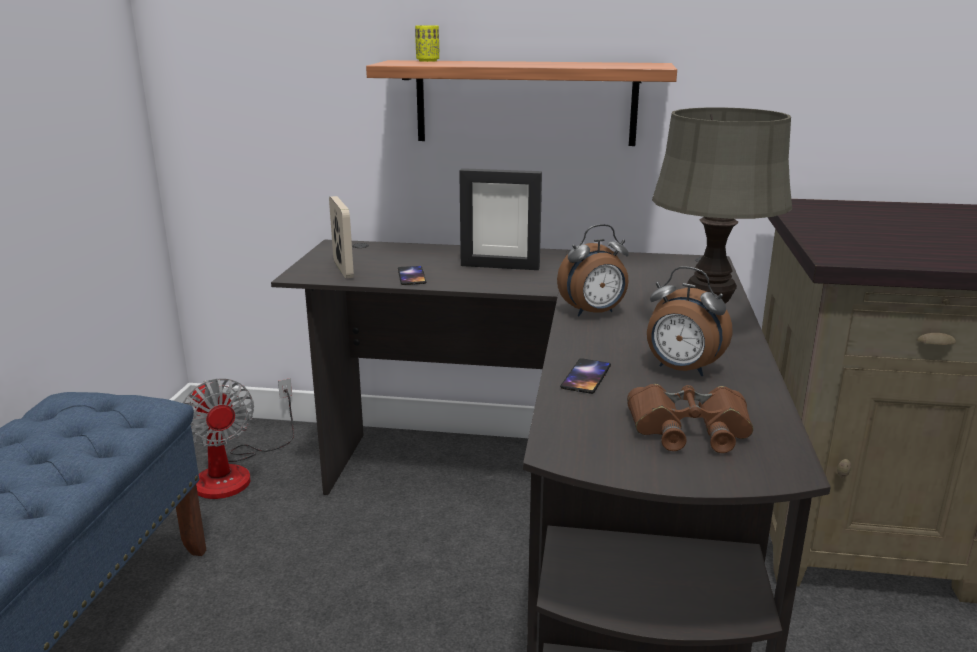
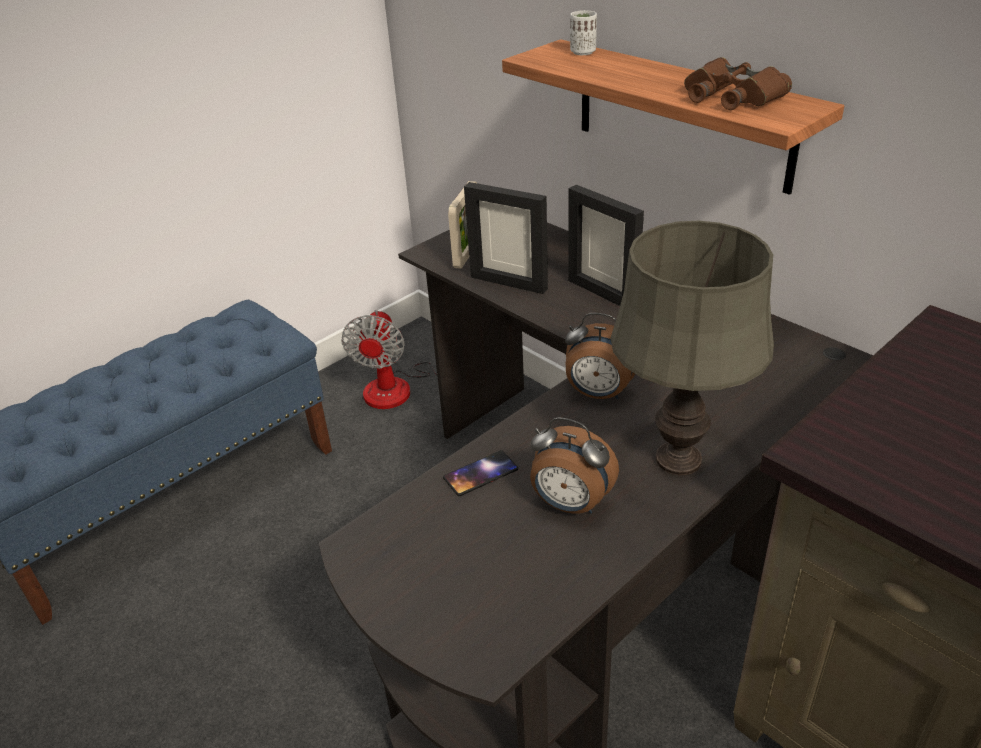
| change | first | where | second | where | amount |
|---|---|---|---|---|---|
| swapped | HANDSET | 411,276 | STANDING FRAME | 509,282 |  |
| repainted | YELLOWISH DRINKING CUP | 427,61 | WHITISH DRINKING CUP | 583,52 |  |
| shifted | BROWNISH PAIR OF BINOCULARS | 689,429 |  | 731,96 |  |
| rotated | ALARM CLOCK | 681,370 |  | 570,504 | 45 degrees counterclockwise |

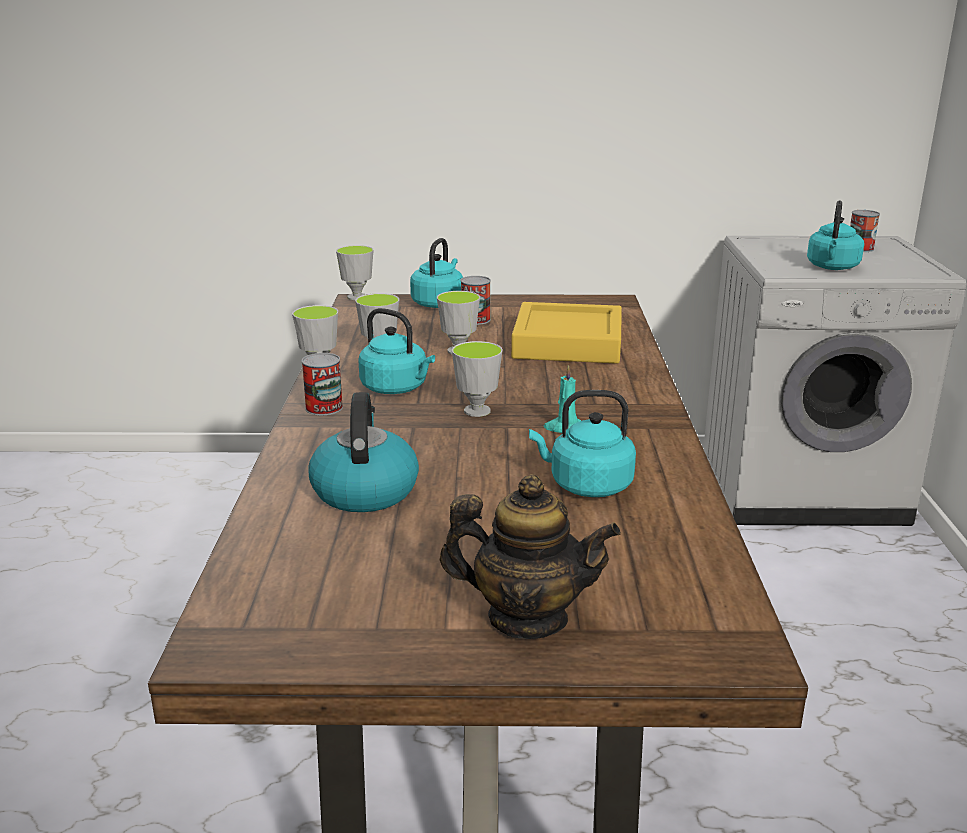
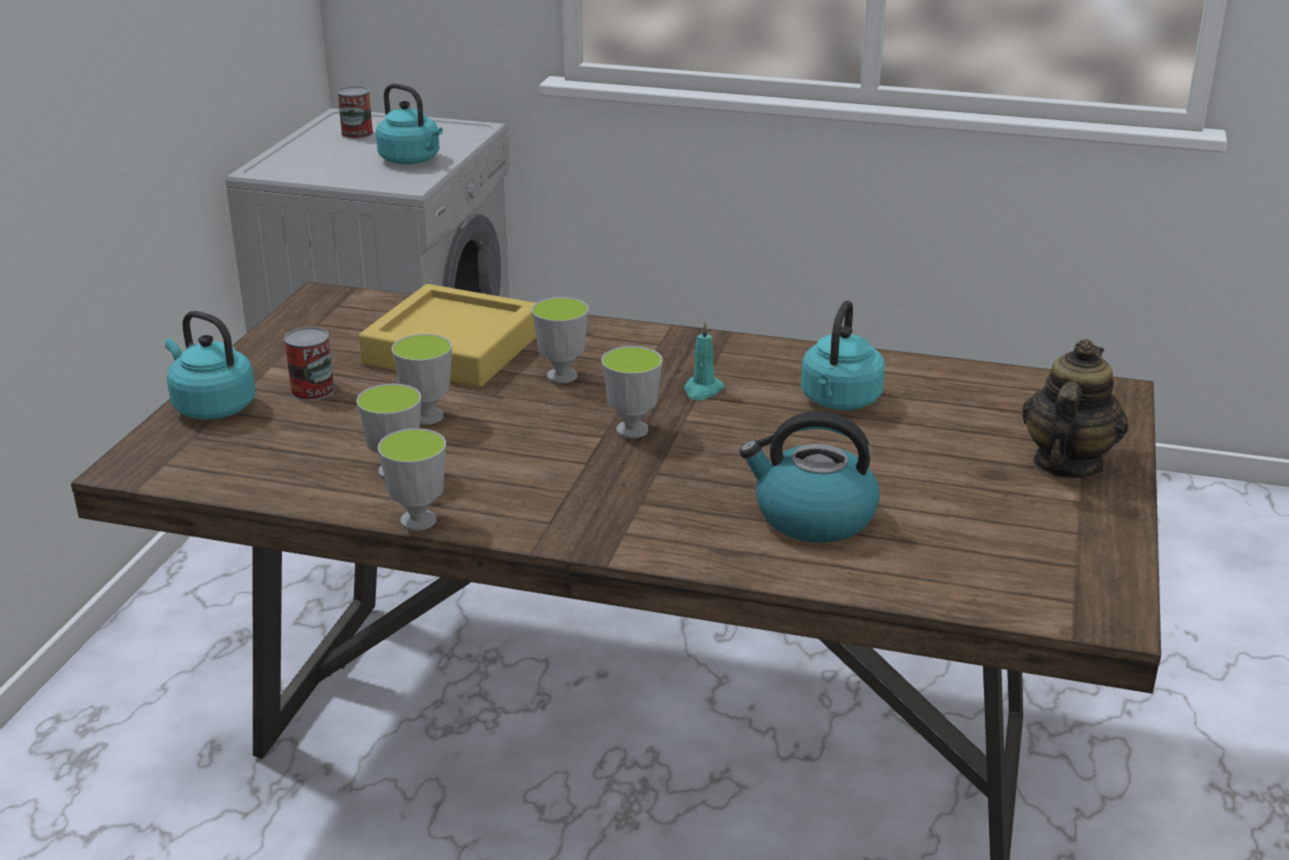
| change | first | where | second | where | amount |
|---|---|---|---|---|---|
| gone | CAN | 324,407 |  |  |  |
| shifted | DRINKING CUP | 357,297 |  | 562,376 |  |
| gone | TURQUOISE-COLOURED KETTLE | 397,388 |  |  |  |

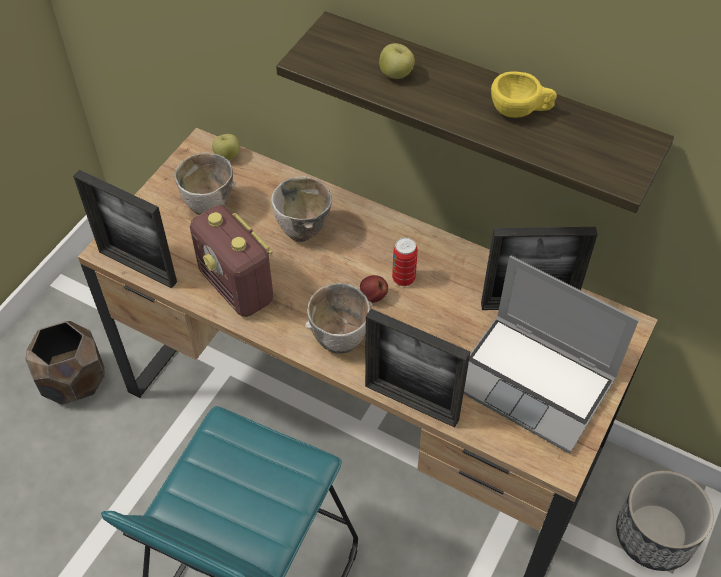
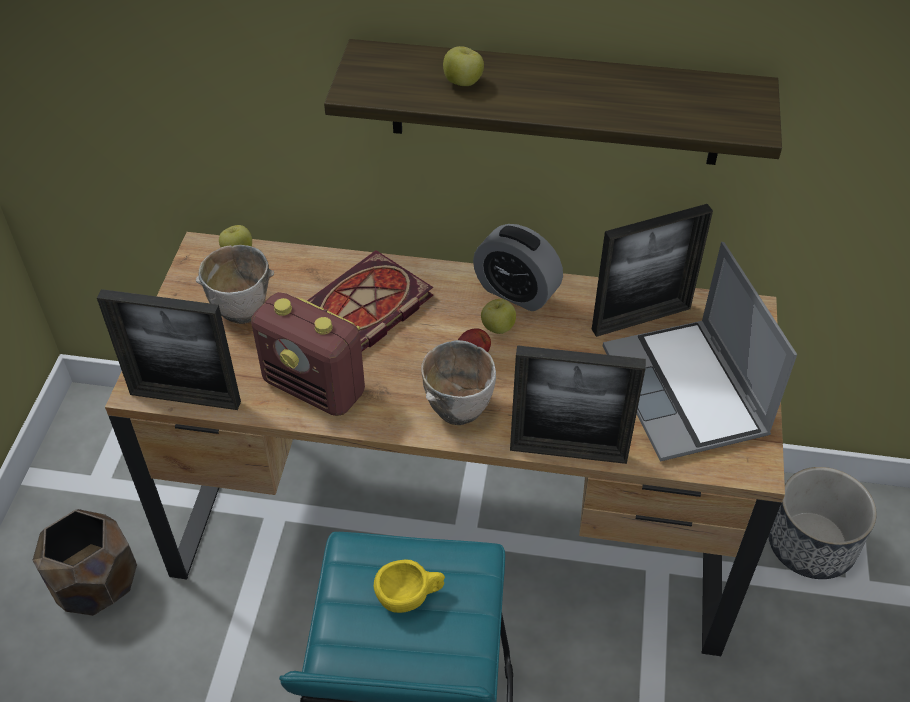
| change | first | where | second | where | amount |
|---|---|---|---|---|---|
| swapped | BOWL | 303,233 | BOOK | 364,310 |  |
| swapped | CAN | 403,278 | WHOLE APPLE | 497,327 |  |
| rotated | LAPTOP | 535,382 |  | 687,393 | 60 degrees clockwise |
| shifted | YELLOWISH DRINKING CUP | 520,111 |  | 410,597 |  |
| new |  |  | ALARM CLOCK | 516,292 |  |

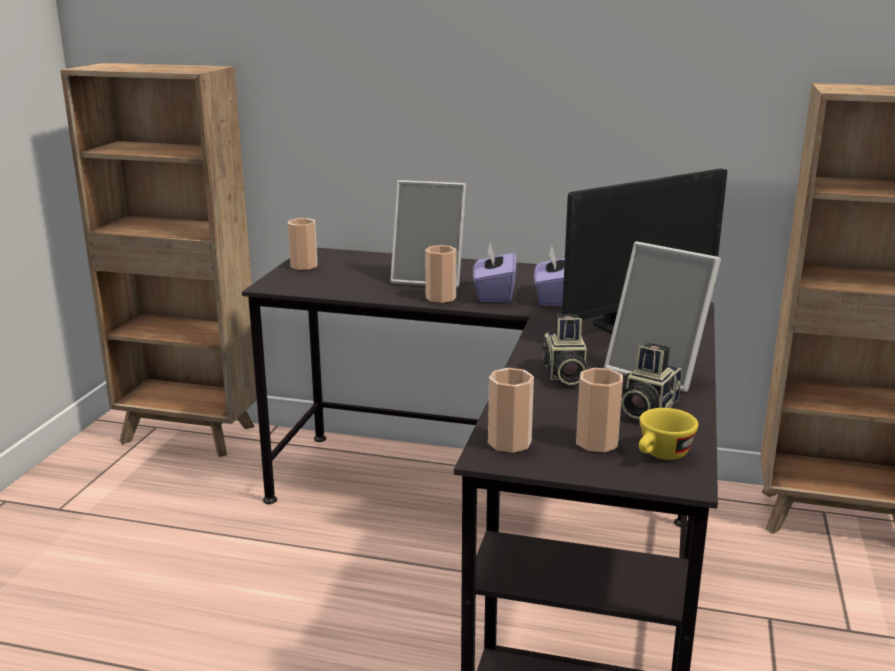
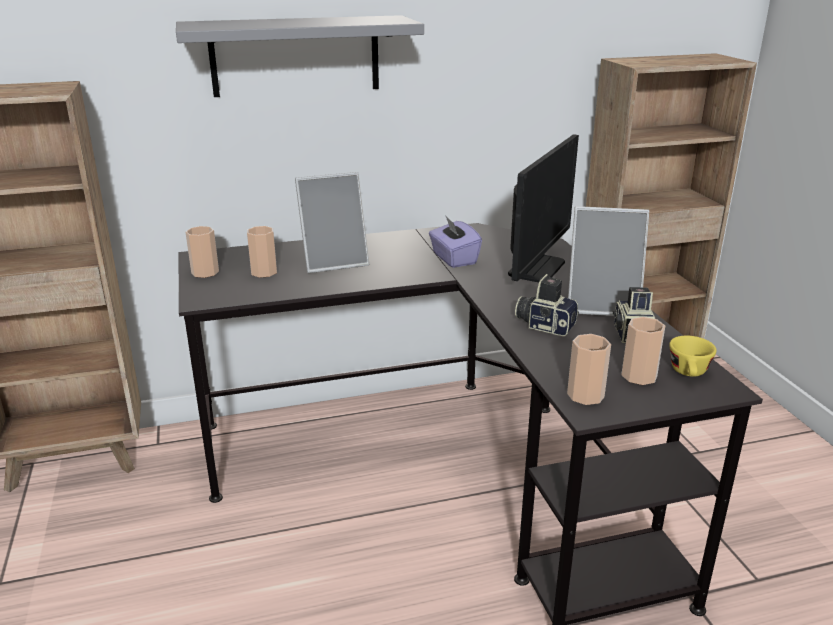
| change | first | where | second | where | amount |
|---|---|---|---|---|---|
| shifted | DRINKING CUP | 440,298 |  | 264,272 |  |
| gone | PURPLE BOX OF TISSUES | 494,294 |  |  |  |
| rotated | STILL CAMERA | 563,374 |  | 545,325 | 150 degrees clockwise |
| new |  |  | GREYISH BRACKET SHELF | 295,56 |  |

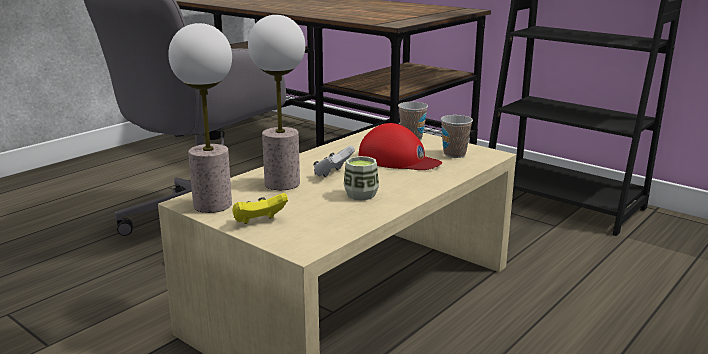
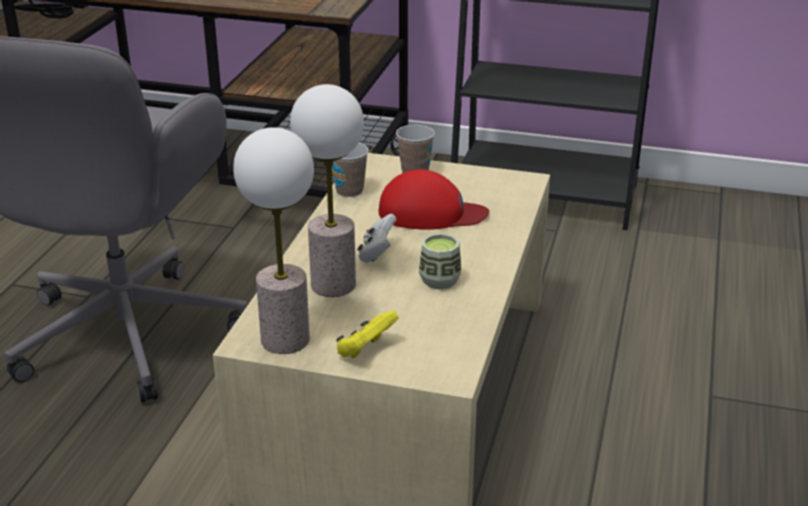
| change | first | where | second | where | amount |
|---|---|---|---|---|---|
| shifted | DRINKING CUP | 454,154 |  | 349,191 |  |

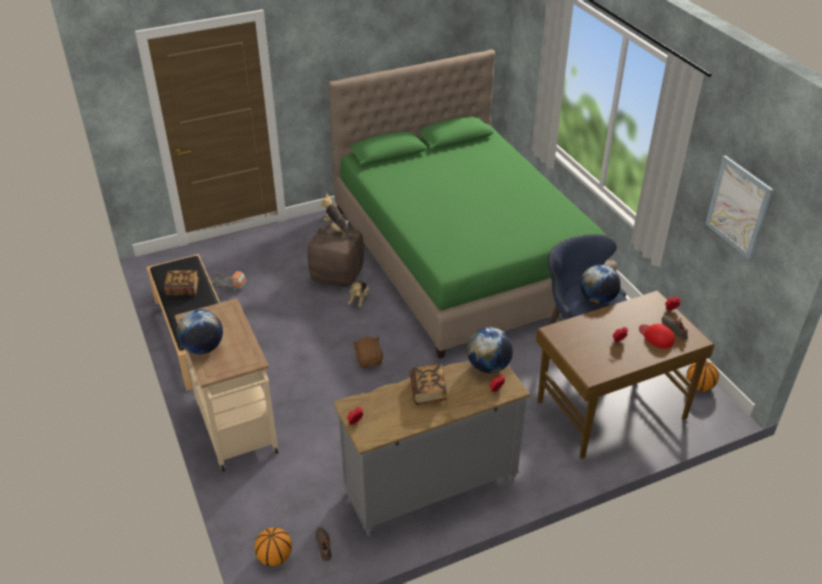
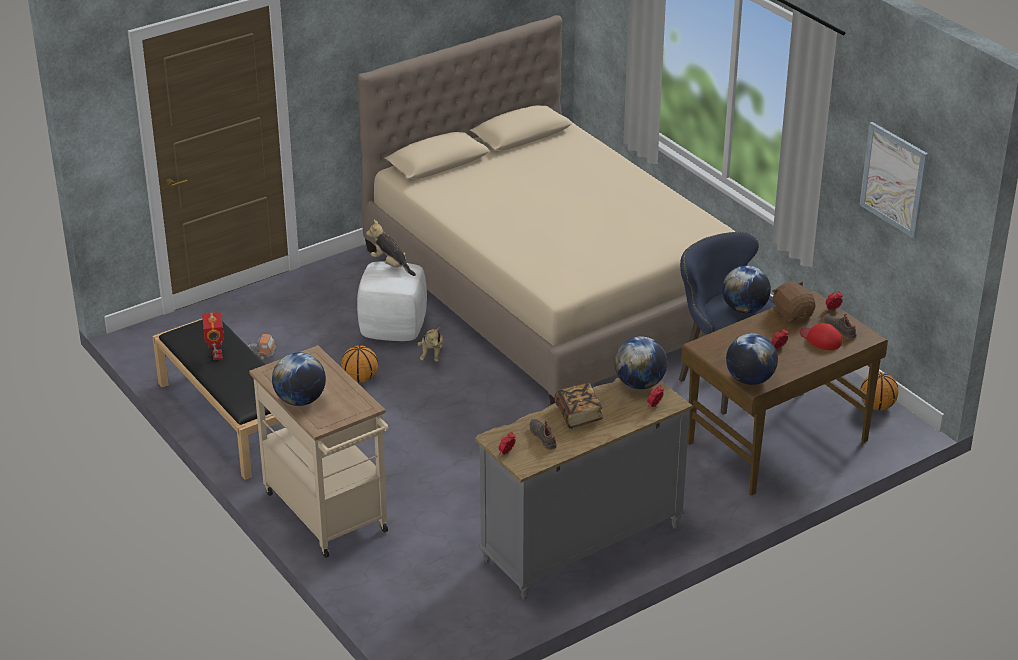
| change | first | where | second | where | amount |
|---|---|---|---|---|---|
| swapped | BOOK | 183,289 | ROBOT FIGURE | 216,355 |  |
| shifted | BALL FOR BASKETBALL | 274,557 |  | 359,378 |  |
| repainted | BROWNISH POUFFE | 337,275 | WHITISH POUFFE | 393,328 |  |
| shifted | BLACKISH SHOE | 324,545 |  | 544,437 |  |
| repainted | GREENISH SLEEPING BED | 463,255 | BEIGE-COLOURED SLEEPING BED | 552,287 |  |
| shifted | BROWNISH SOFT TOY | 369,360 |  | 792,314 |  |
| new |  |  | WORLD GLOBE | 750,380 |  |

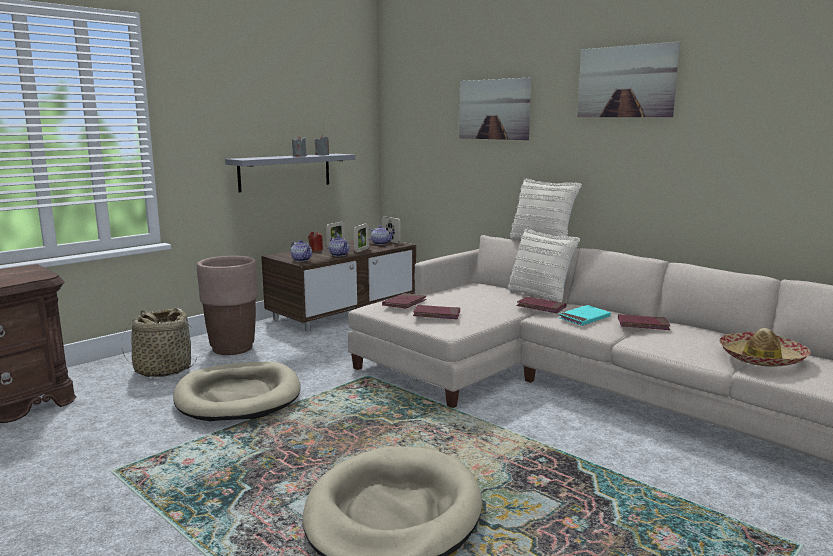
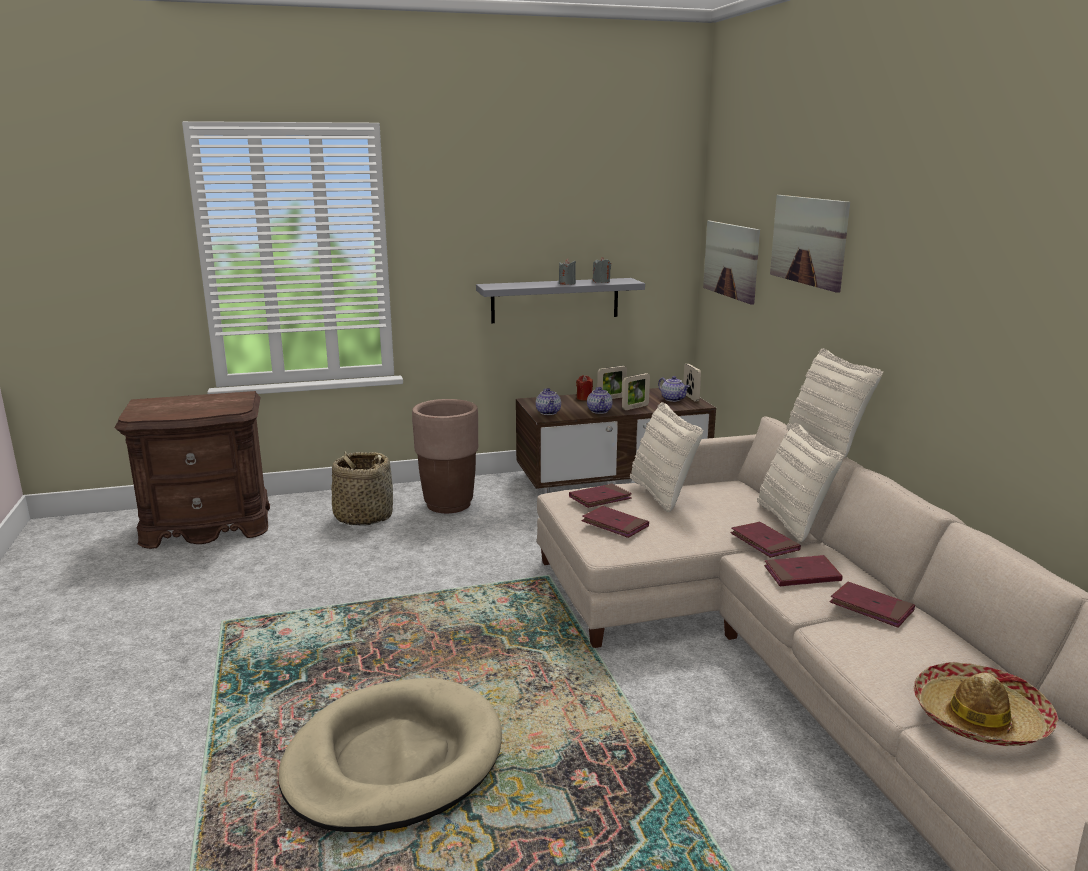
| change | first | where | second | where | amount |
|---|---|---|---|---|---|
| gone | BEIGE-COLOURED DOG BED | 238,396 |  |  |  |
| repainted | TURQUOISE-COLOURED BOOK | 584,318 | RED BOOK | 802,574 |  |
| shifted | PICTURE | 626,82 |  | 731,260 |  |
| new |  |  | BEIGE-COLOURED PILLOW | 662,495 |  |

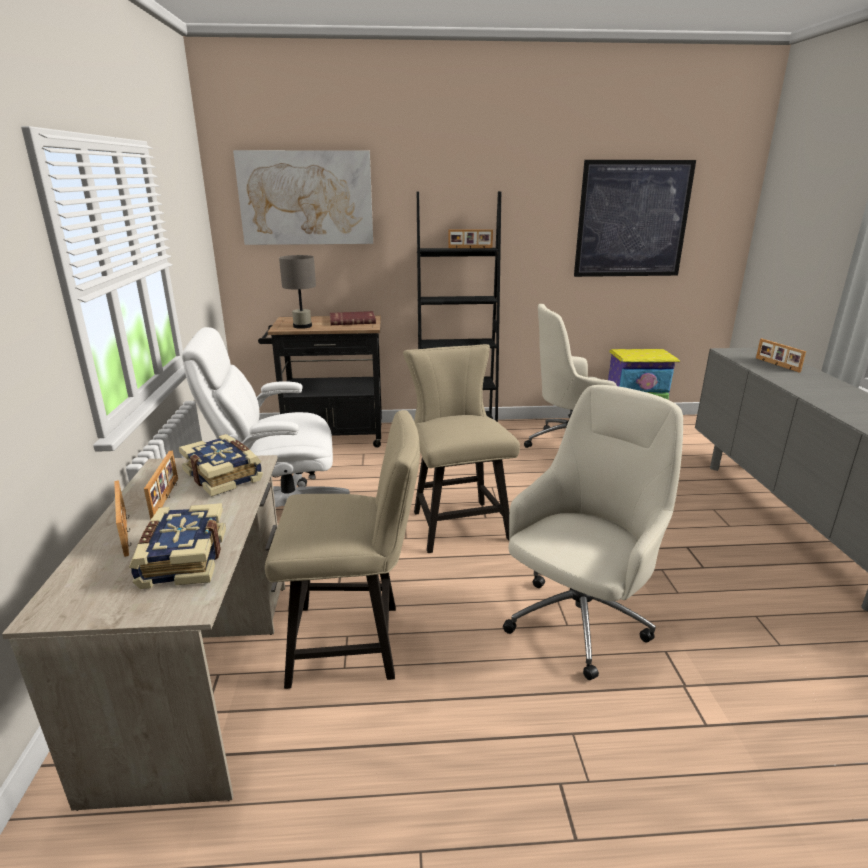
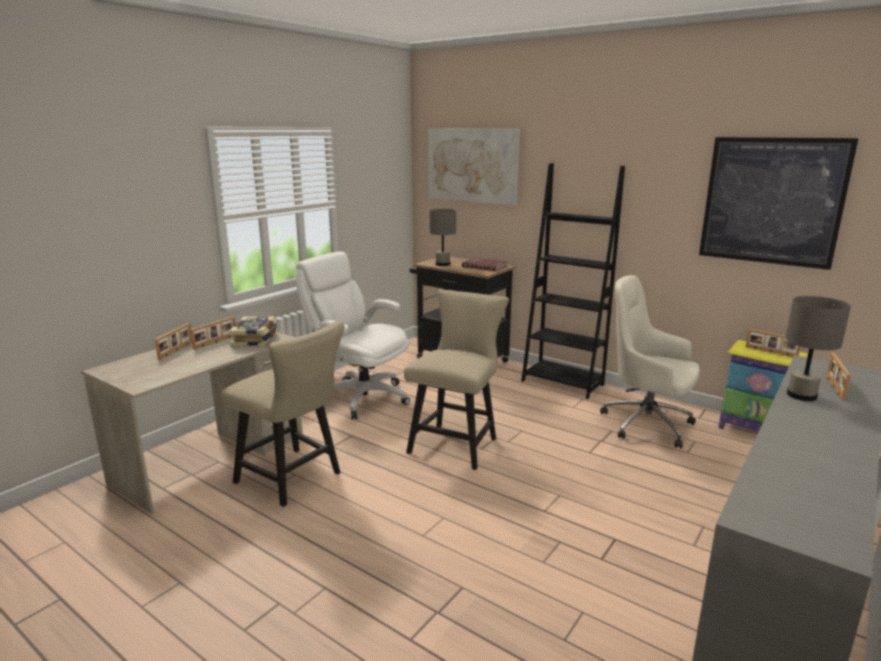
| change | first | where | second | where | amount |
|---|---|---|---|---|---|
| gone | BOOK | 181,559 |  |  |  |
| shifted | STANDING FRAME | 470,248 |  | 771,352 |  |
| gone | BEIGE-COLOURED DESK CHAIR | 578,621 |  |  |  |
| new |  |  | GREYISH TABLE LAMP | 800,395 |  |

